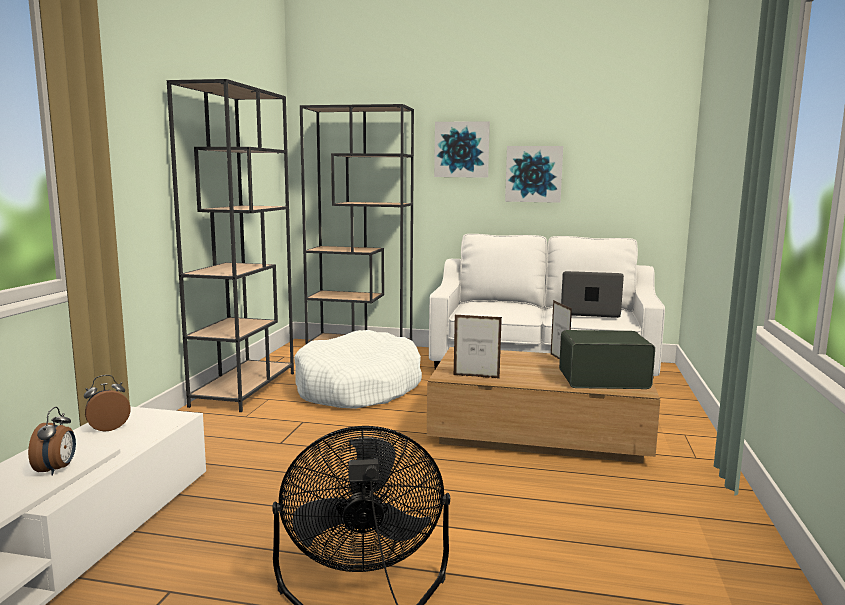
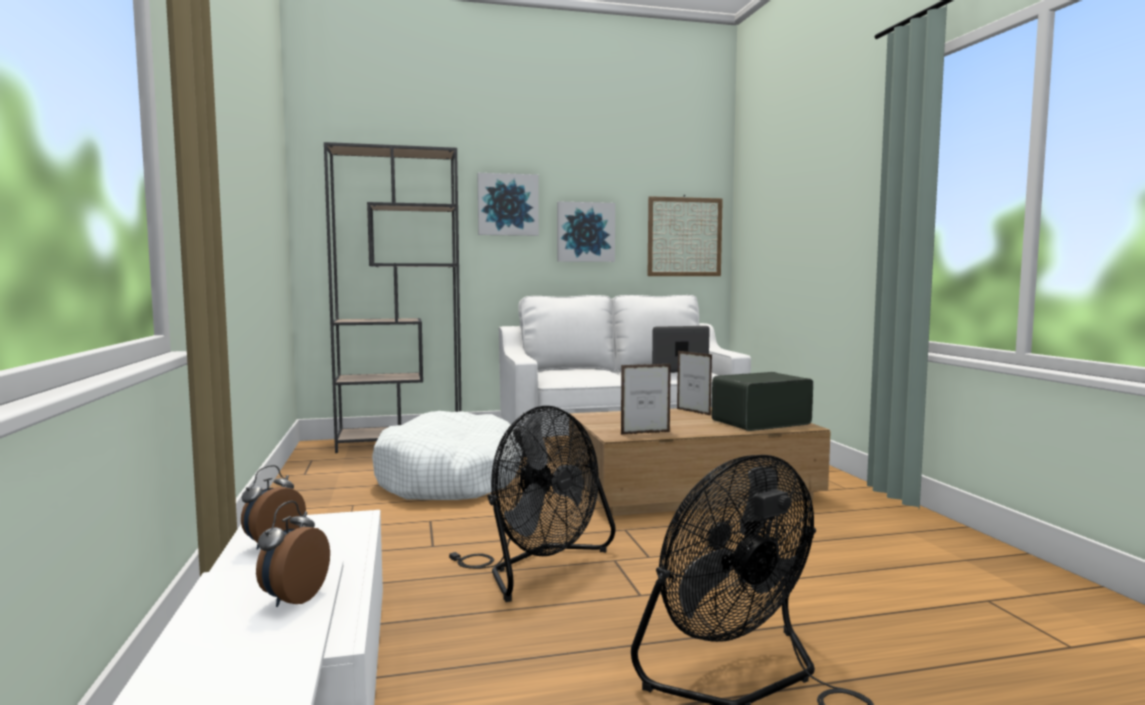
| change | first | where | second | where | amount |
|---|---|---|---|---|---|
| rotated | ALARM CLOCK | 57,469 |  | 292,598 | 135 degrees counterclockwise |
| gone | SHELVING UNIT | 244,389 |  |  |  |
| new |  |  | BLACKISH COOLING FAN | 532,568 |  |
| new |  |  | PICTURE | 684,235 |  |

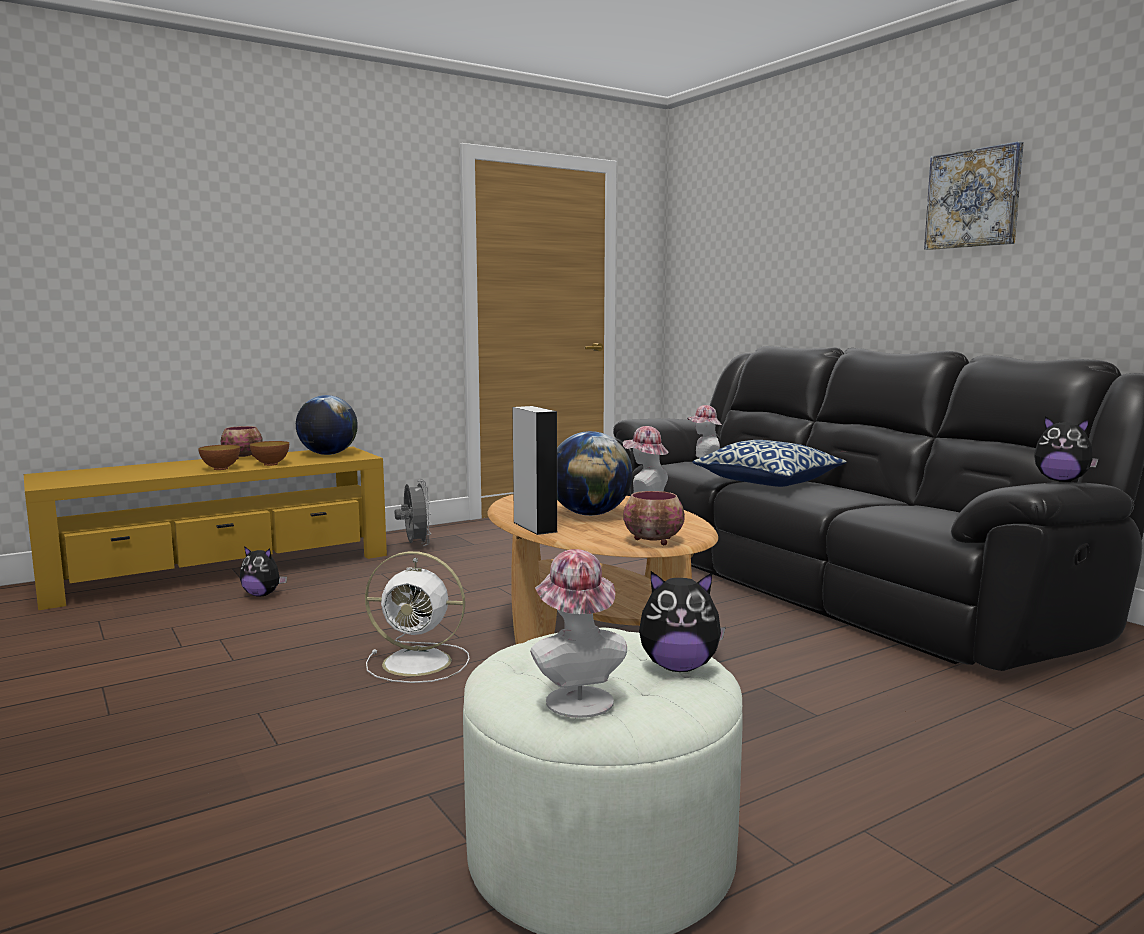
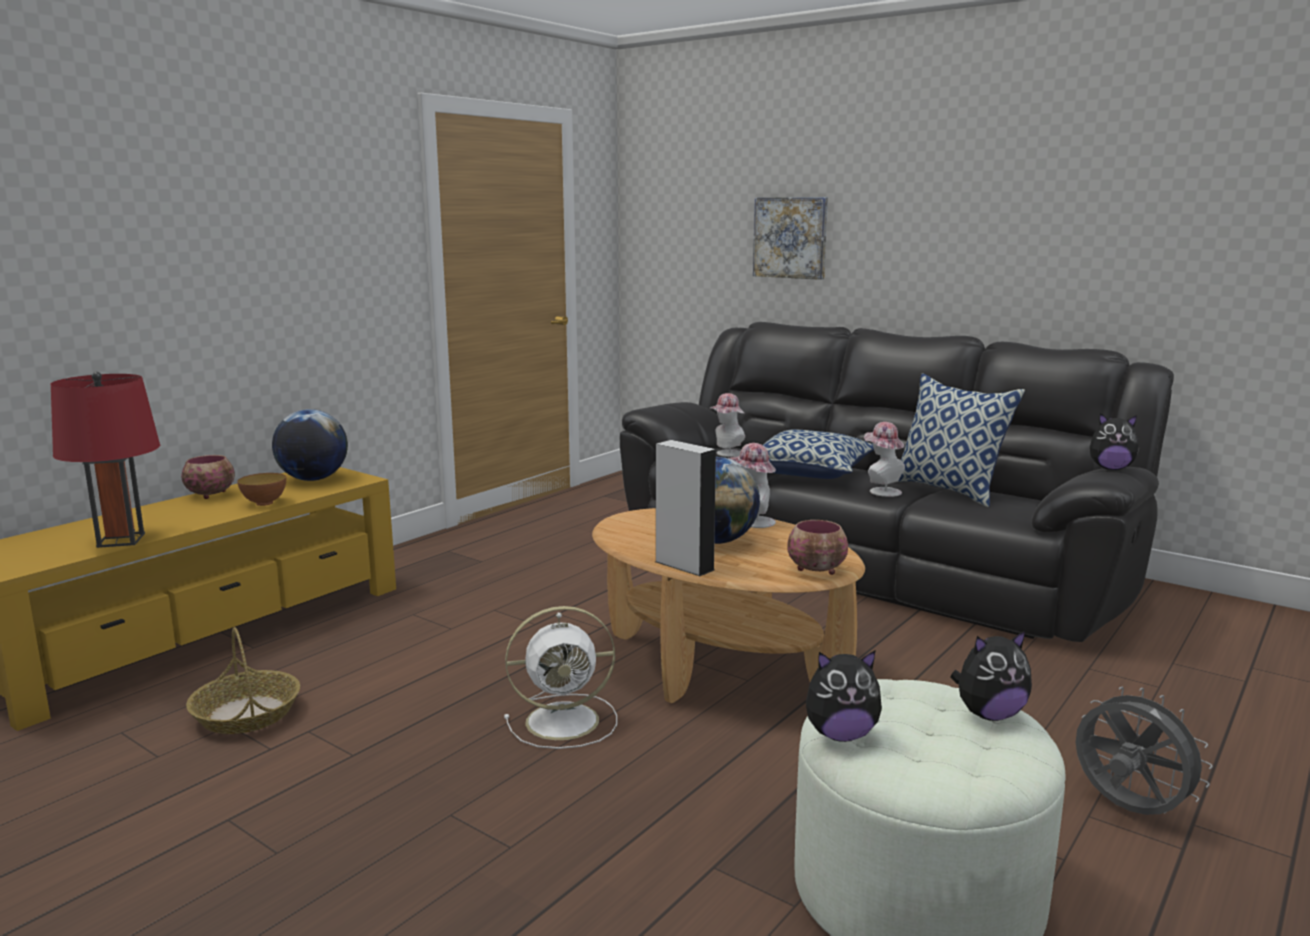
| change | first | where | second | where | amount |
|---|---|---|---|---|---|
| gone | BOWL | 220,469 |  |  |  |
| shifted | SOFT TOY | 262,595 |  | 840,735 |  |
| shifted | GREYISH COOLING FAN | 415,545 |  | 1127,810 |  |
| shifted | HAT | 575,697 |  | 881,491 |  |
| shifted | PICTURE | 973,199 |  | 790,237 |  |
| new |  |  | RED TABLE LAMP | 121,540 |  |
| new |  |  | BASKET | 246,714 |  |
| new |  |  | PILLOW | 949,490 |  |

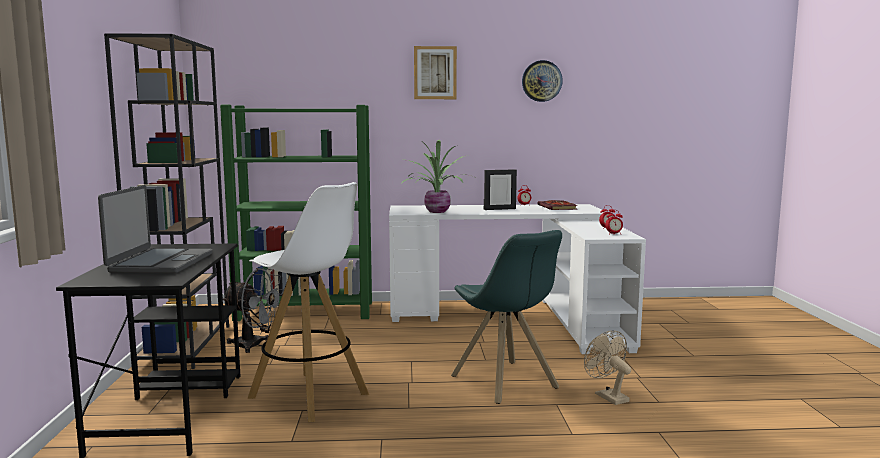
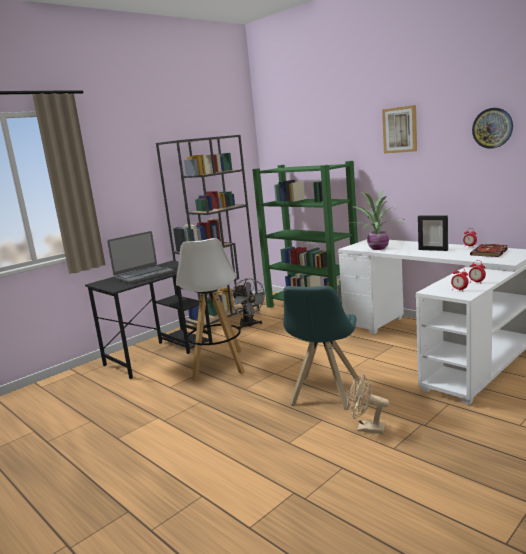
| change | first | where | second | where | amount |
|---|---|---|---|---|---|
| rotated | BEIGE-COLOURED COOLING FAN | 607,396 |  | 366,428 | 90 degrees counterclockwise |

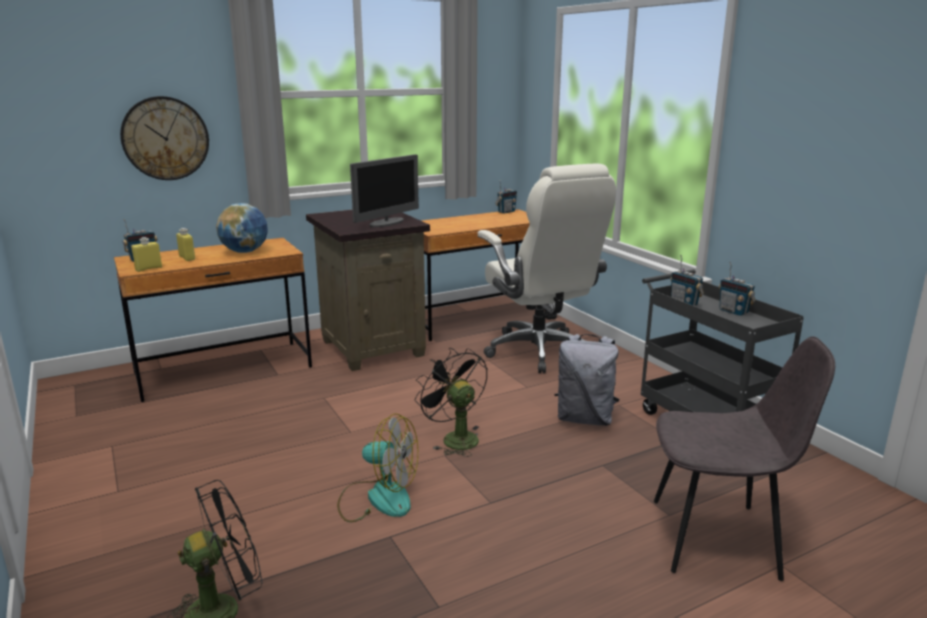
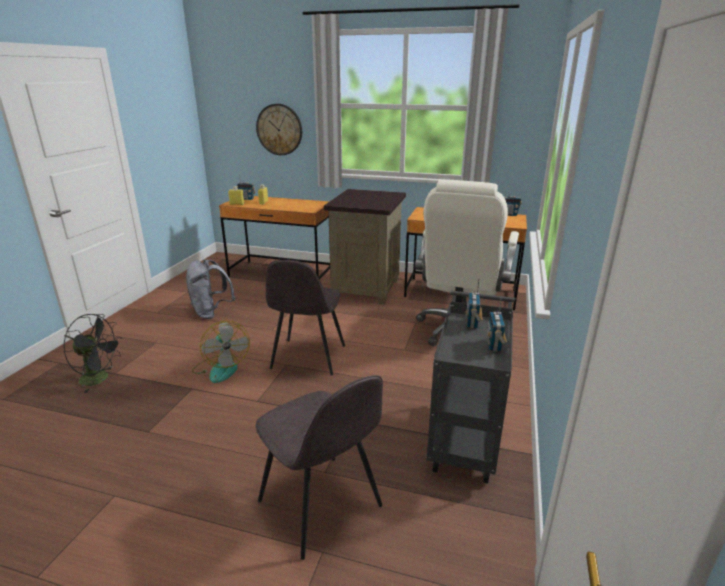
| change | first | where | second | where | amount |
|---|---|---|---|---|---|
| gone | WORLD GLOBE | 245,252 |  |  |  |
| gone | MONITOR | 387,223 |  |  |  |
| swapped | BLACKISH COOLING FAN | 454,438 | GREYISH UPRIGHT CHAIR | 308,358 |  |
| shifted | GREYISH BACKPACK | 585,419 |  | 211,313 |  |

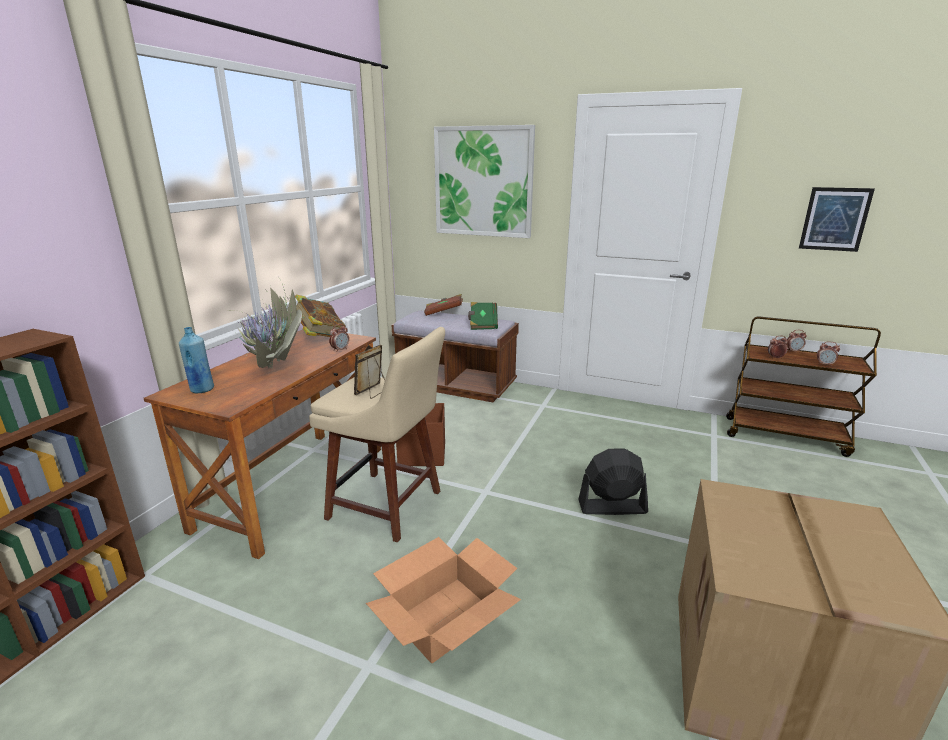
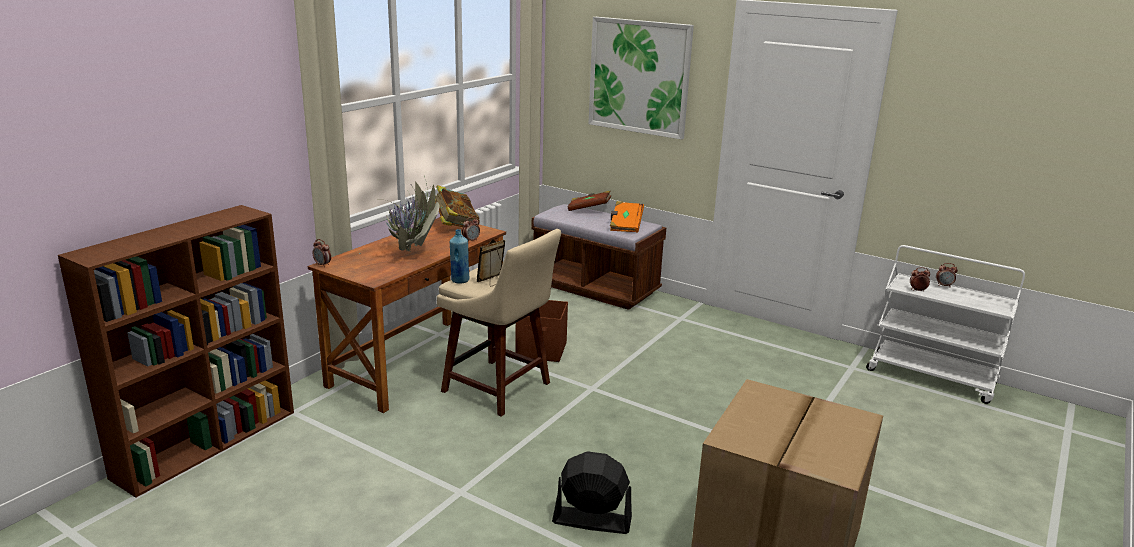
| change | first | where | second | where | amount |
|---|---|---|---|---|---|
| shifted | BLUE-COLOURED BOTTLE | 202,389 |  | 460,280 |  |
| gone | CARDBOARD BOX | 445,617 |  |  |  |
| repainted | GREENISH BOOK | 482,324 | ORANGE BOOK | 625,225 |  |
| shifted | BLACKISH COOLING FAN | 612,507 |  | 591,520 |  |
| repainted | BROWNISH TROLLEY | 785,436 | WHITISH TROLLEY | 932,377 |  |
| gone | PICTURE | 835,219 |  |  |  |
| shifted | ALARM CLOCK | 825,364 |  | 322,265 |  |

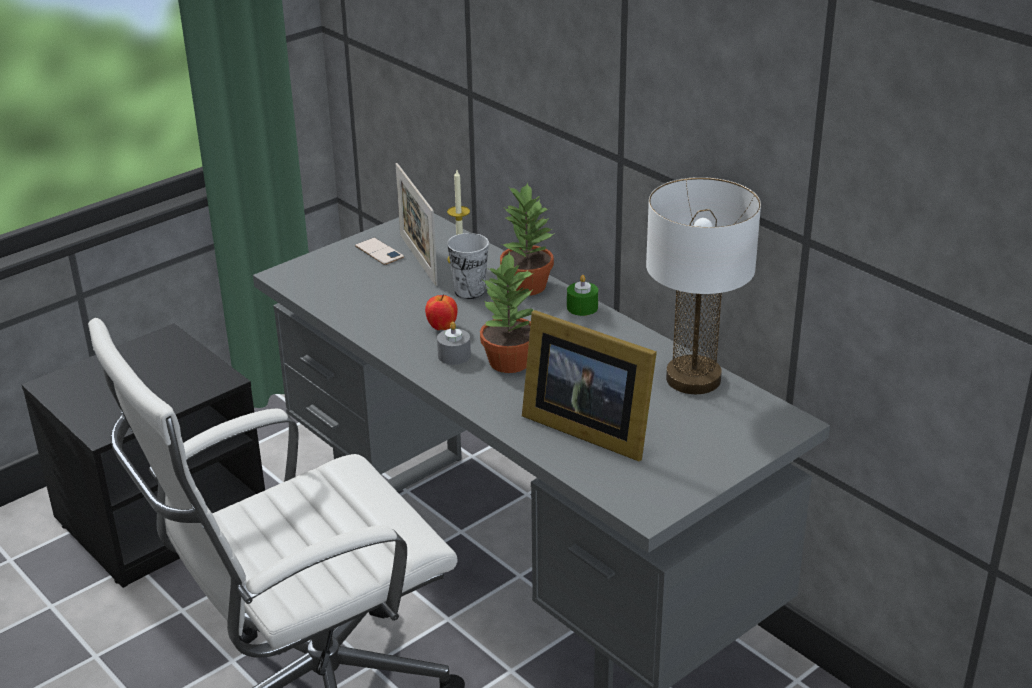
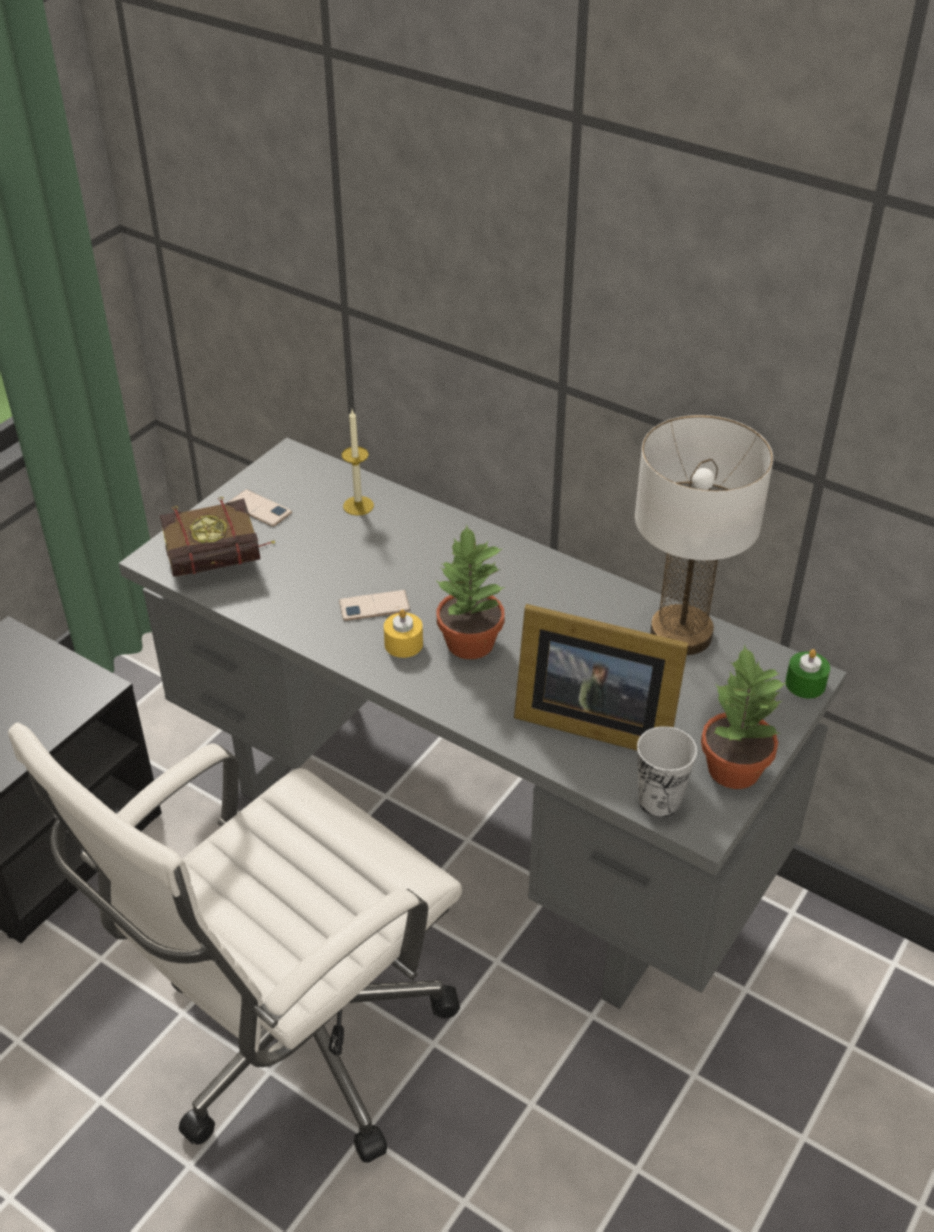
| change | first | where | second | where | amount |
|---|---|---|---|---|---|
| gone | STANDING FRAME | 418,260 |  |  |  |
| swapped | WHOLE APPLE | 442,327 | HANDSET | 374,606 |  |
| repainted | GREYISH WAX LIGHT | 454,355 | YELLOWISH WAX LIGHT | 403,644 |  |
| shifted | DRINKING CUP | 469,291 |  | 659,800 |  |
| shifted | HOUSEPLANT | 526,285 |  | 732,768 |  |
| shifted | GREENISH WAX LIGHT | 582,307 |  | 805,684 |  |
| new |  |  | BOOK | 225,563 |  |

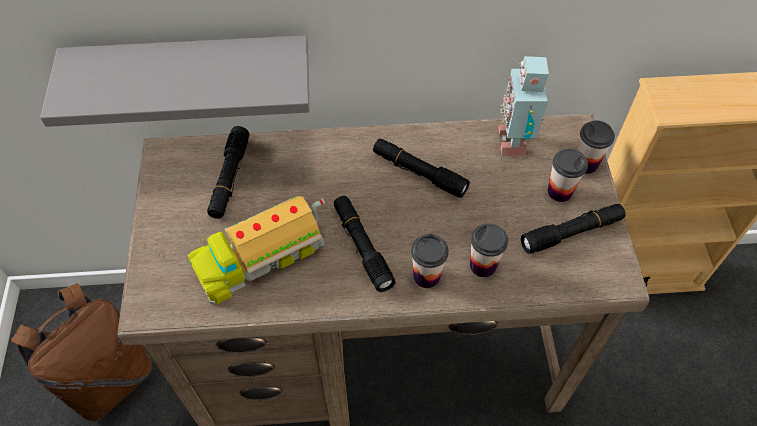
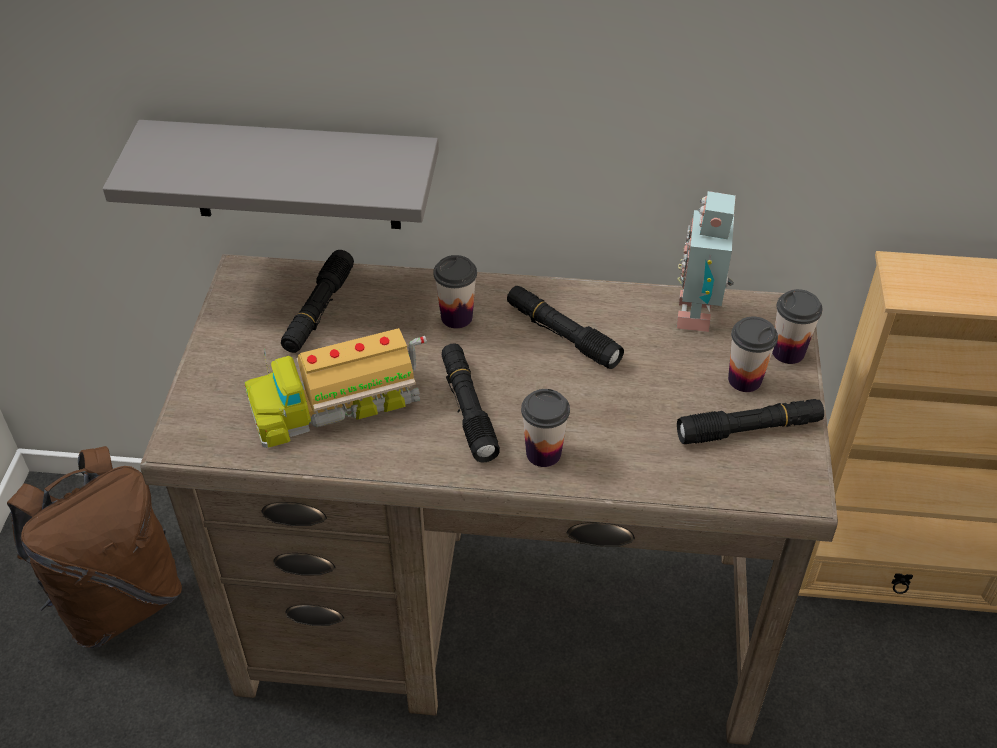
| change | first | where | second | where | amount |
|---|---|---|---|---|---|
| shifted | DRINKING CUP | 483,265 |  | 456,317 |  |

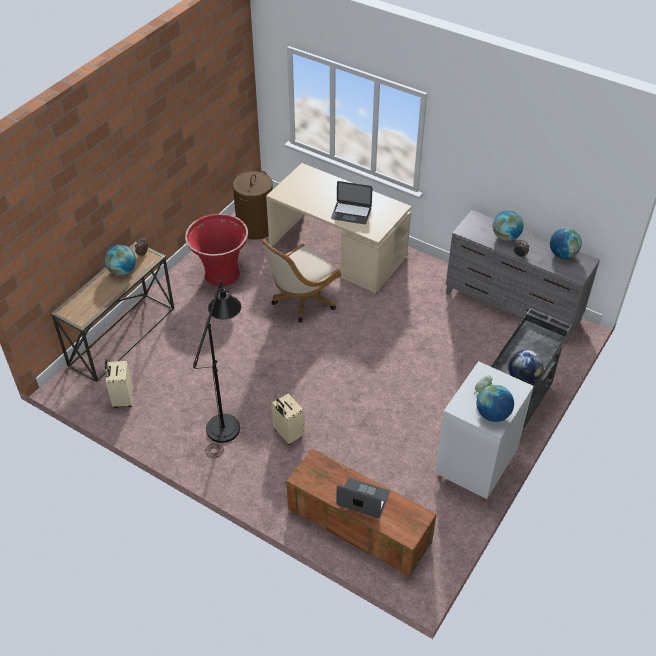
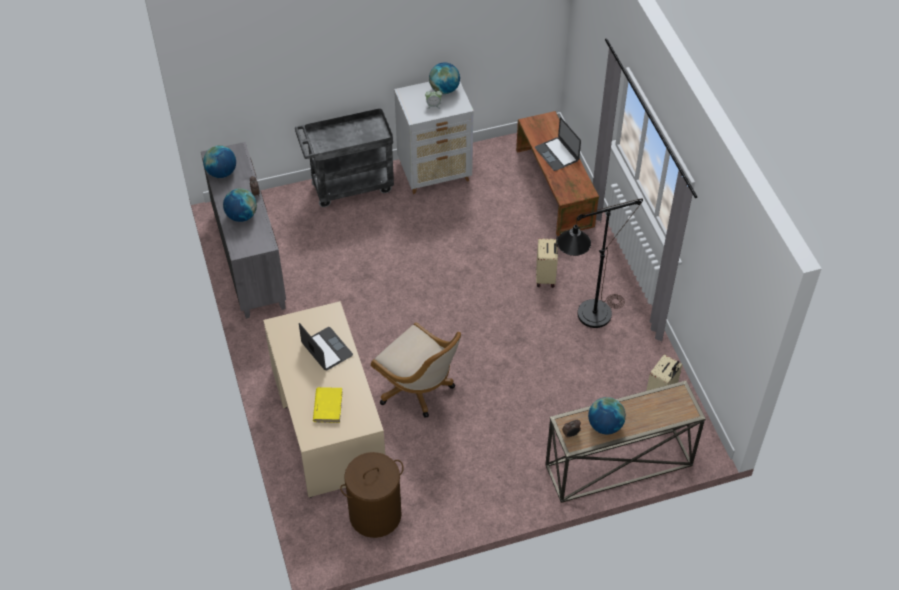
| change | first | where | second | where | amount |
|---|---|---|---|---|---|
| gone | RED PLANTER | 221,274 |  |  |  |
| rotated | DESK CHAIR | 301,301 |  | 419,389 | 45 degrees clockwise |
| gone | WORLD GLOBE | 523,378 |  |  |  |
| new |  |  | YELLOWISH BOOK | 328,406 |  |

